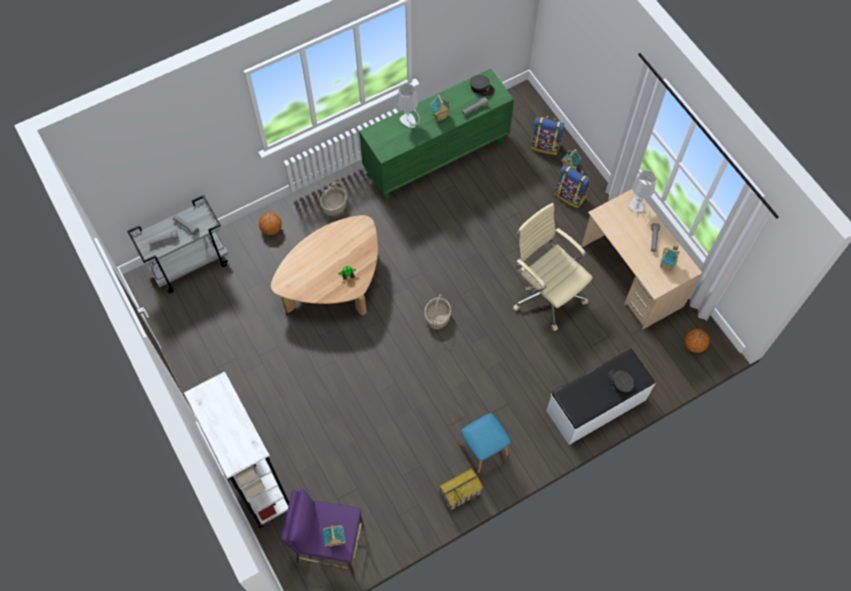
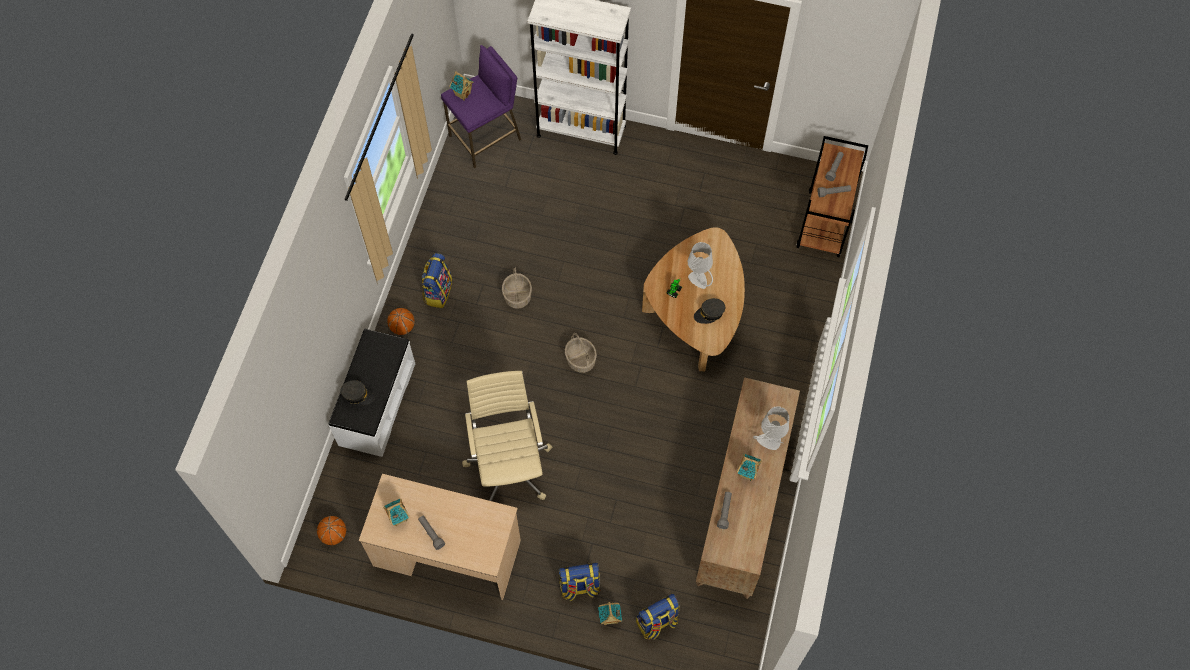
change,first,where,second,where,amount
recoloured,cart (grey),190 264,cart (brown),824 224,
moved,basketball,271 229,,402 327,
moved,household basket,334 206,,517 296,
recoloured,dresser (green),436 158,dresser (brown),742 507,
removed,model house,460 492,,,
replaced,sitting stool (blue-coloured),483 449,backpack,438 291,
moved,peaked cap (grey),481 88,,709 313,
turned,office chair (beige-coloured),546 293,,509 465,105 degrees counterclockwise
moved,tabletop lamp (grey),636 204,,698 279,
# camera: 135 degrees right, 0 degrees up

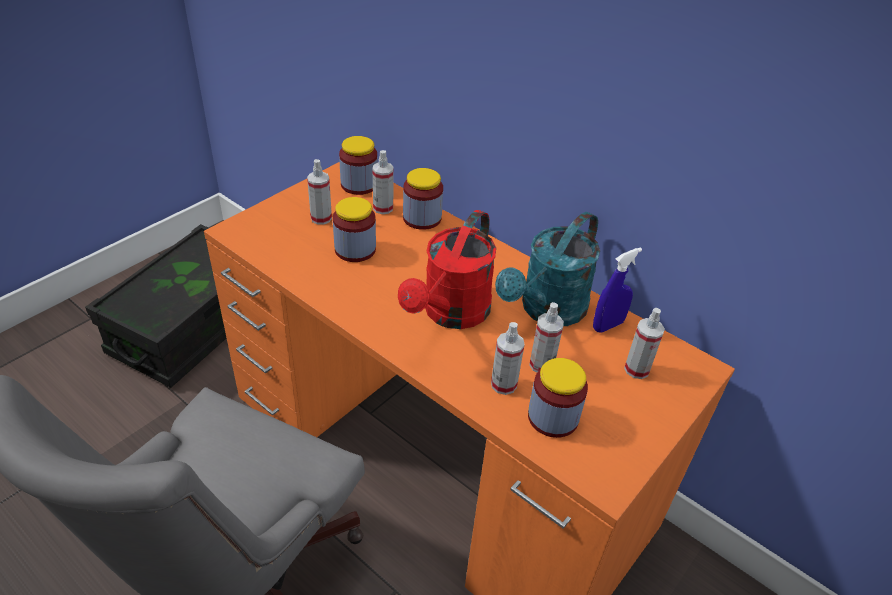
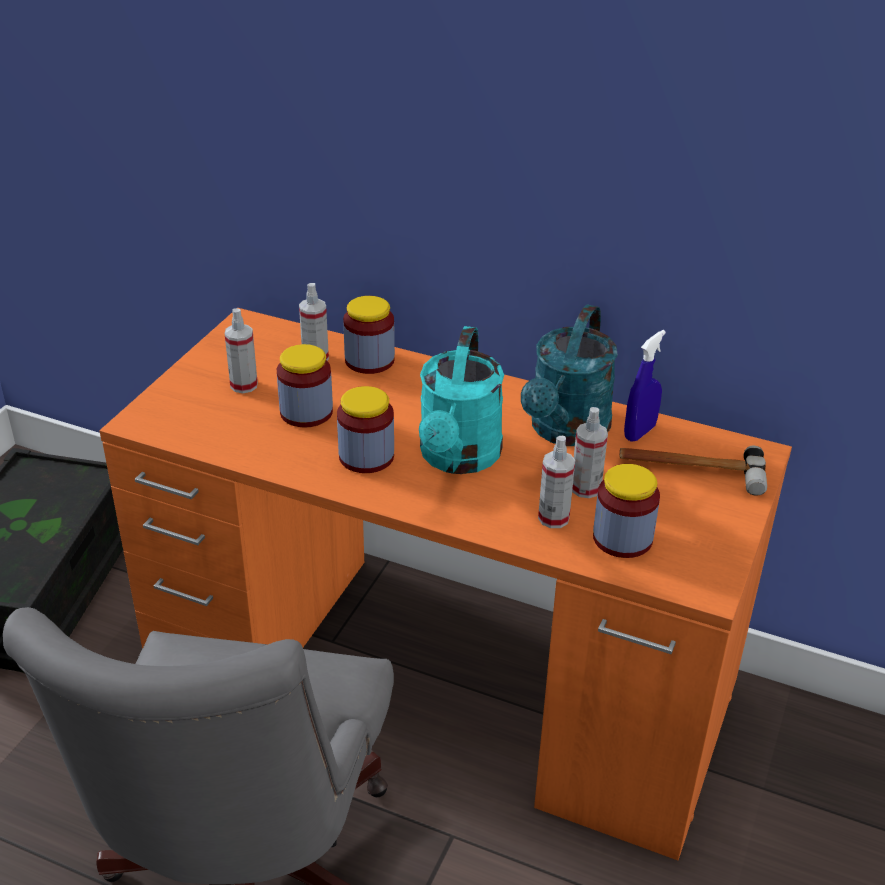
change,first,where,second,where,amount
moved,jar,359 184,,366 456,
recoloured,watering pot (red),451 314,watering pot (blue-green),458 458,
replaced,sprayer,637 369,hammer,690 470,
# camera: 15 degrees left, 5 degrees down

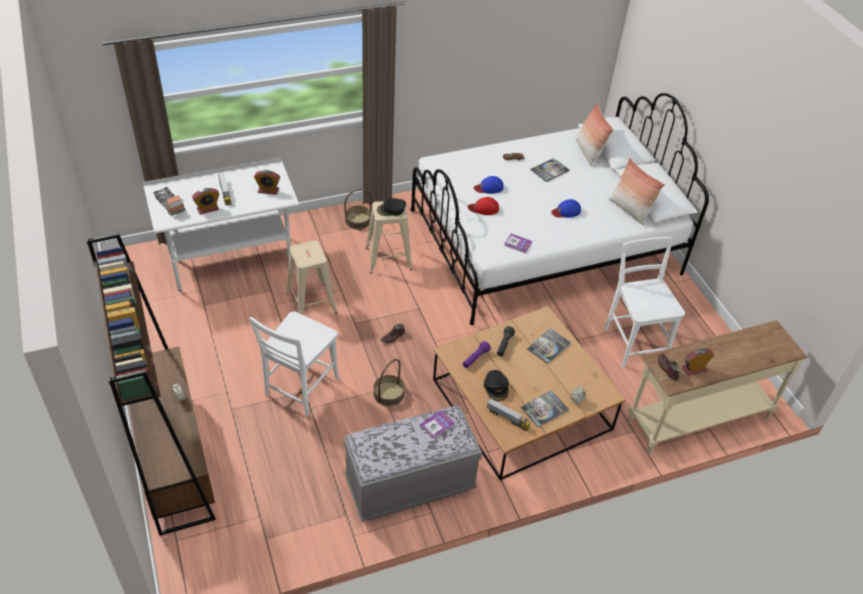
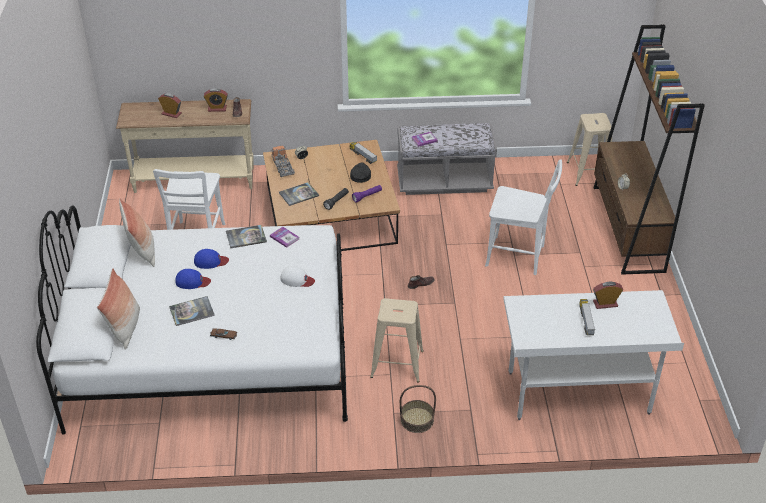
change,first,where,second,where,amount
moved,model truck,170 204,,283 167,
turned,plain chair (whitish),299 390,,518 256,60 degrees clockwise
moved,bedside clock,268 190,,171 114,
moved,sitting stool (beige-coloured),311 303,,588 172,
removed,household basket,389 394,,,
removed,peaked cap (black),391 209,,,
recoloured,peaked cap (red),483 208,peaked cap (whitish),297 279,
moved,peaked cap (blue-coloured),489 187,,192 281,
moved,volume,544 409,,246 237,
# camera: 160 degrees left, 5 degrees down

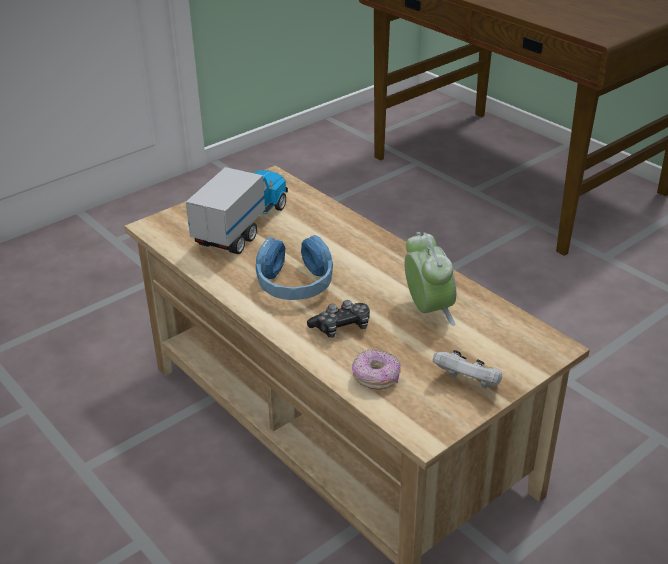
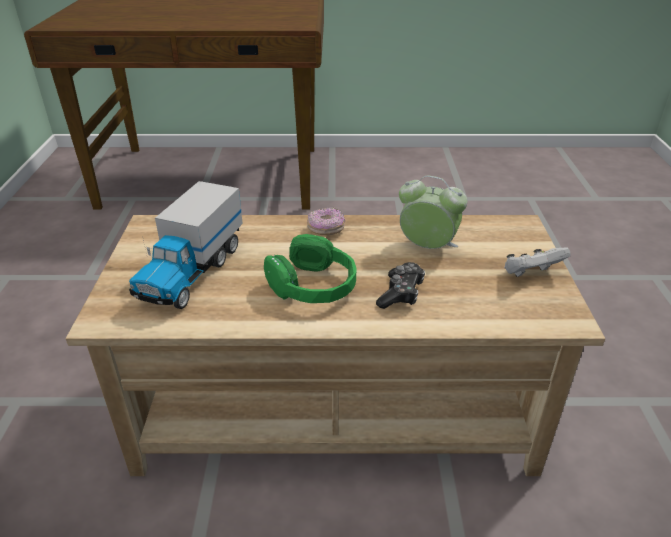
change,first,where,second,where,amount
turned,model truck,243 226,,192 272,135 degrees counterclockwise
recoloured,pair of headphones (blue-coloured),295 283,pair of headphones (green),313 286,
moved,donut,376 378,,326 229,
# camera: 50 degrees left, 0 degrees up

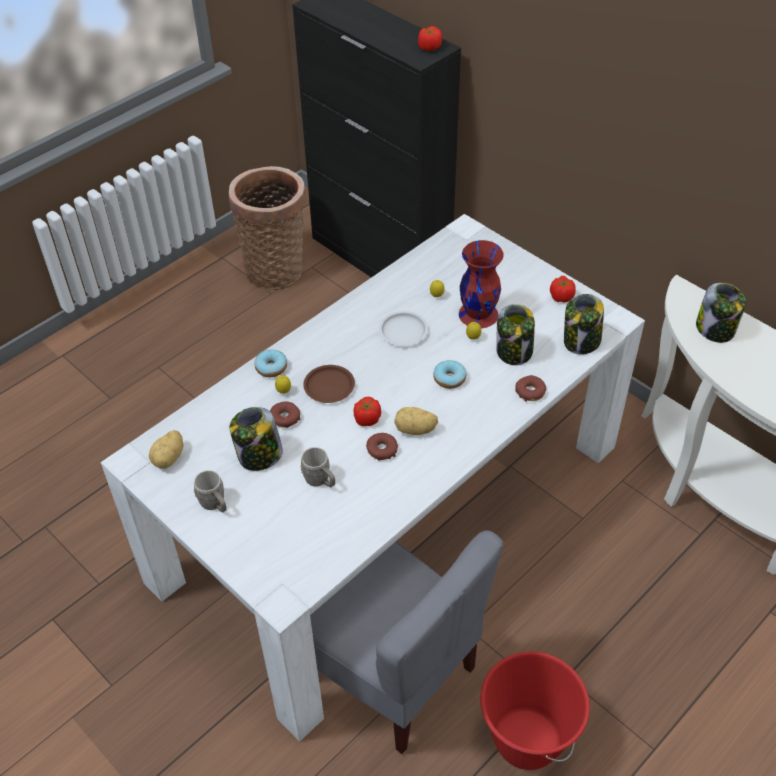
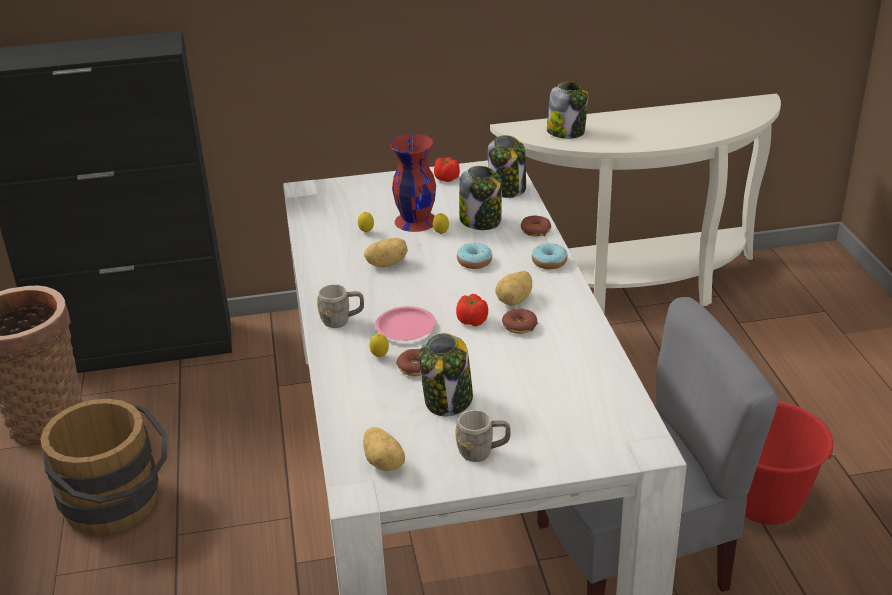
change,first,where,second,where,amount
moved,donut,271 368,,549 262,
moved,coffee mug (grey),320 481,,342 320,
recoloured,dinner plate (brown),329 386,dinner plate (pinkish),406 327,
replaced,dinner plate (whitish),403 331,potato,387 263,
removed,fresh tomato,429 47,,,
added,,,pail (brown),117 507,
# camera: 55 degrees left, 15 degrees down

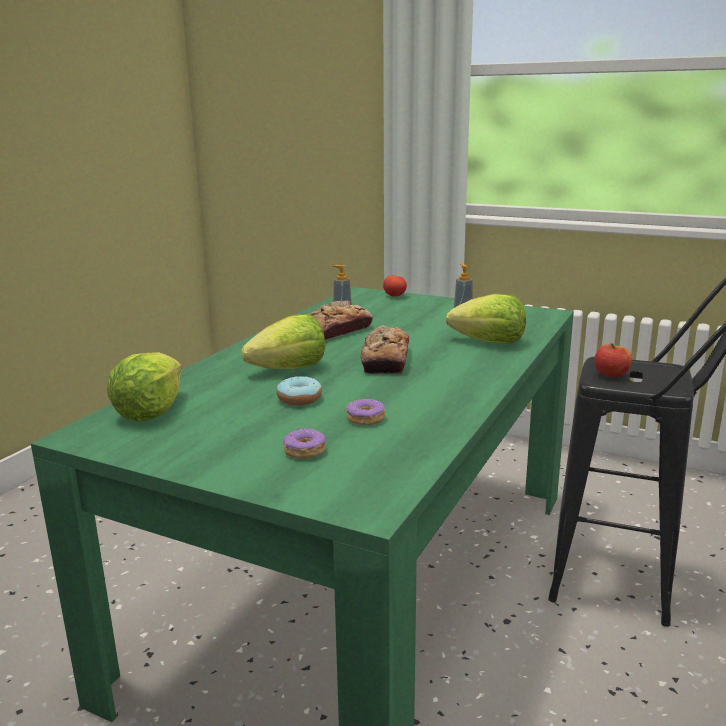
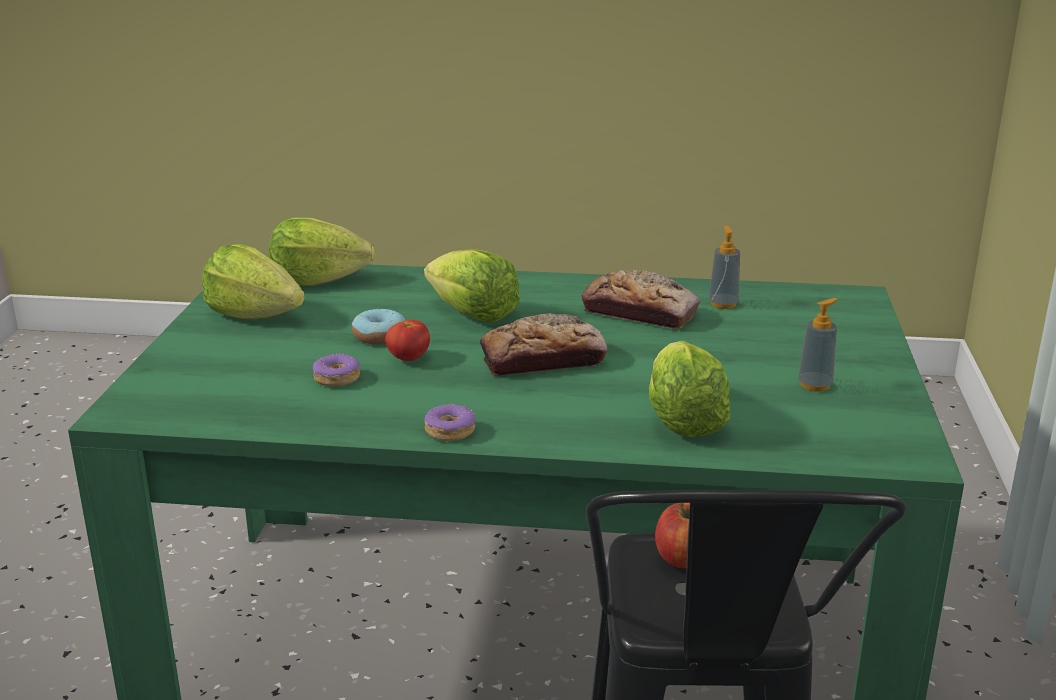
change,first,where,second,where,amount
moved,donut,304 451,,449 431,
moved,fresh tomato,394 296,,408 359,
added,,,head of lettuce,254 315,
# camera: 70 degrees right, 5 degrees up

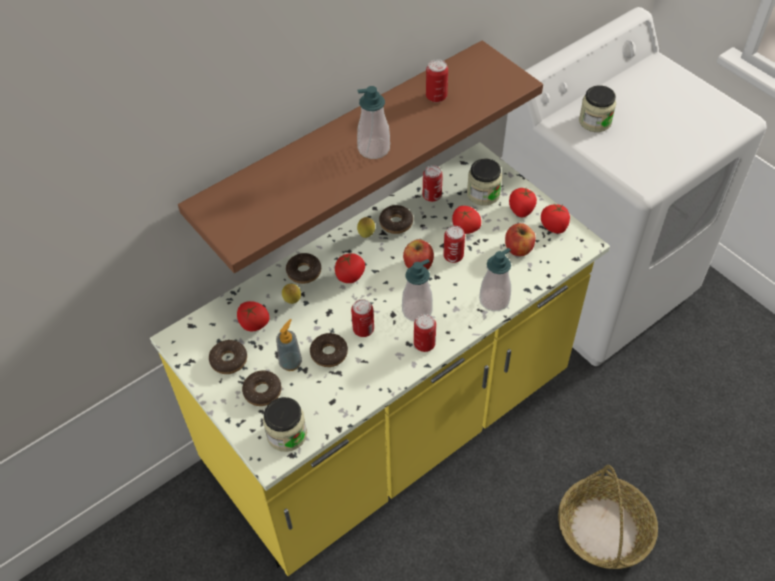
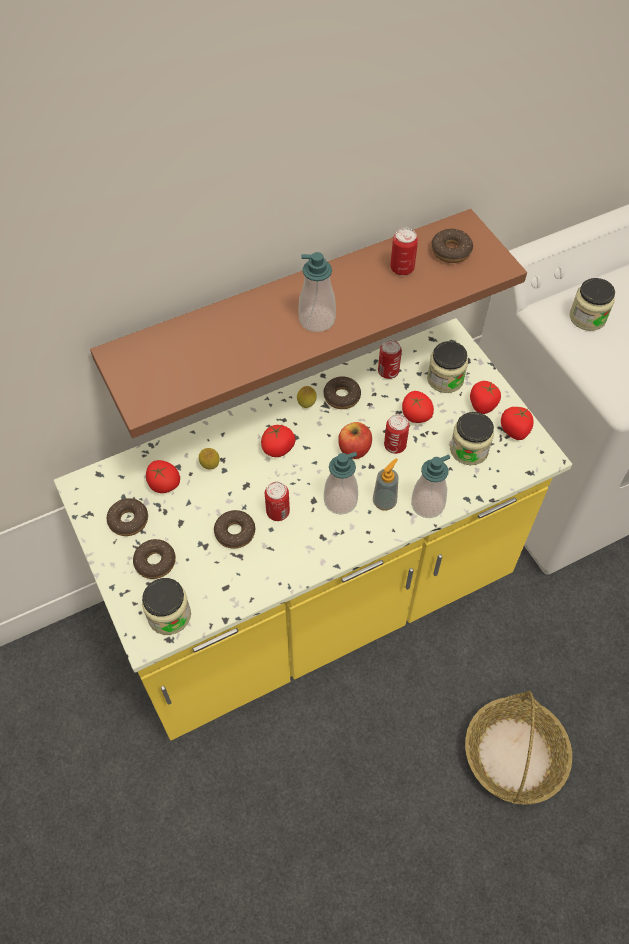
change,first,where,second,where,amount
moved,soap dispenser,290 363,,384 501,
moved,donut,304 272,,451 251,
removed,metal can,424 344,,,
replaced,apple fruit,518 249,jar,469 449,
# camera: 10 degrees right, 5 degrees up

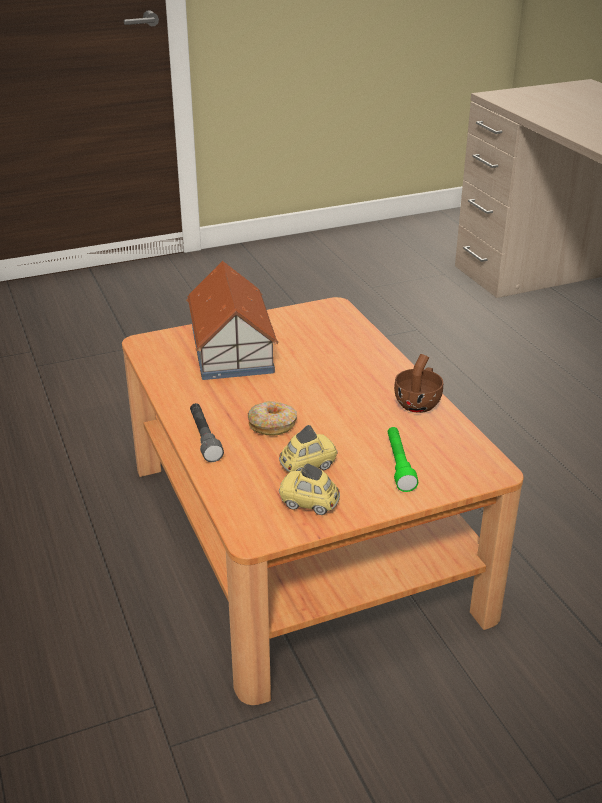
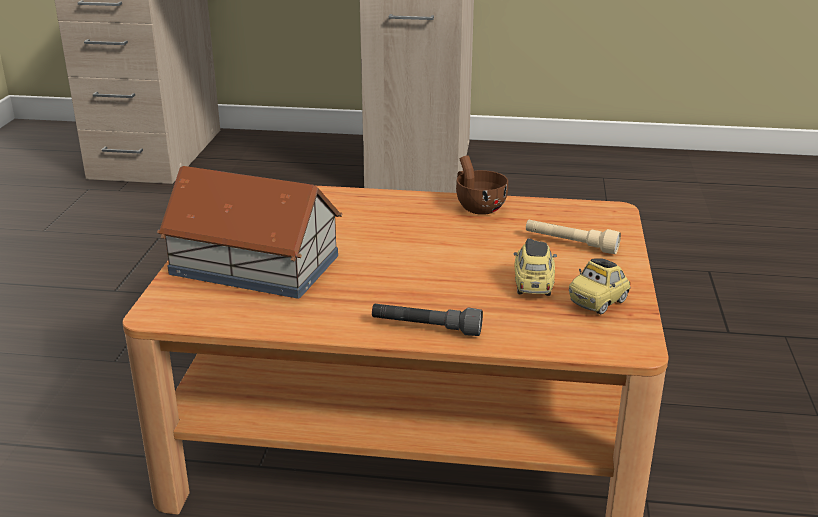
change,first,where,second,where,amount
removed,donut,272 425,,,
recoloured,flashlight (green),399 465,flashlight (beige-coloured),570 244,
# camera: 60 degrees left, 5 degrees down

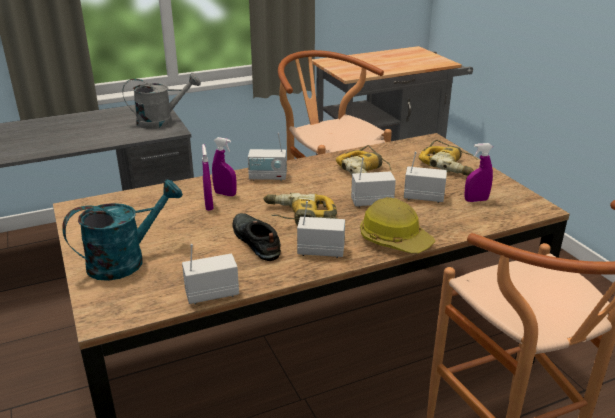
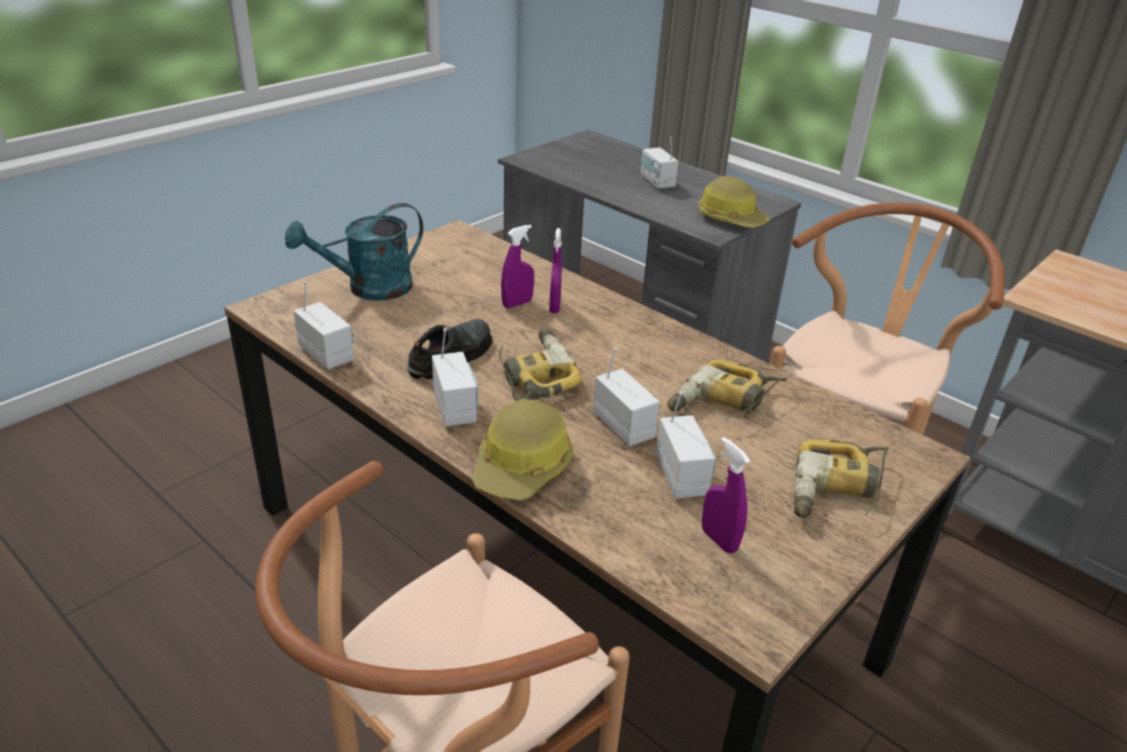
change,first,where,second,where,amount
turned,watering pot (blue-green),126 260,,369 289,120 degrees clockwise
replaced,watering pot (grey),162 121,hard hat,731 218,
moved,radio receiver,268 177,,657 182,
# camera: 65 degrees right, 5 degrees up

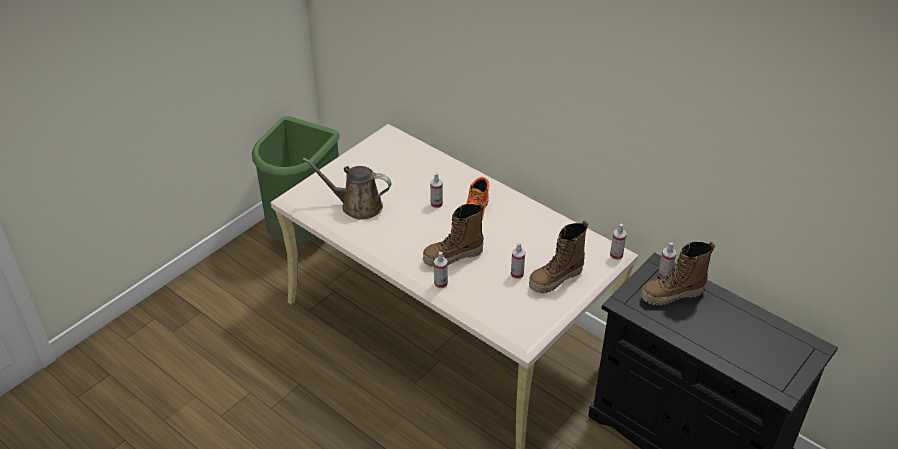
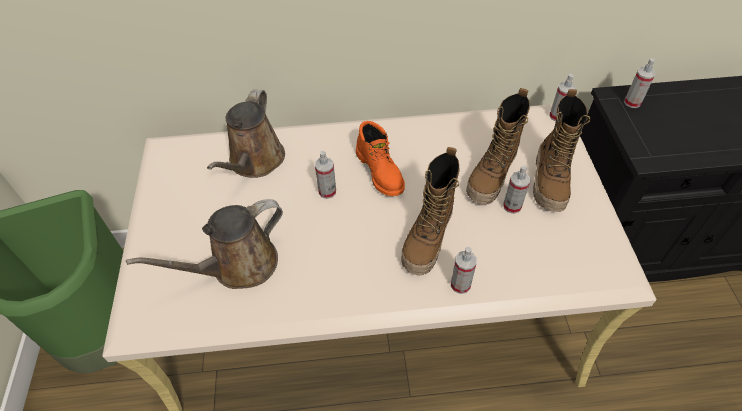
change,first,where,second,where,amount
moved,boot,672 295,,491 177,
added,,,watering pot (brown),255 162,
# camera: 45 degrees left, 10 degrees up

